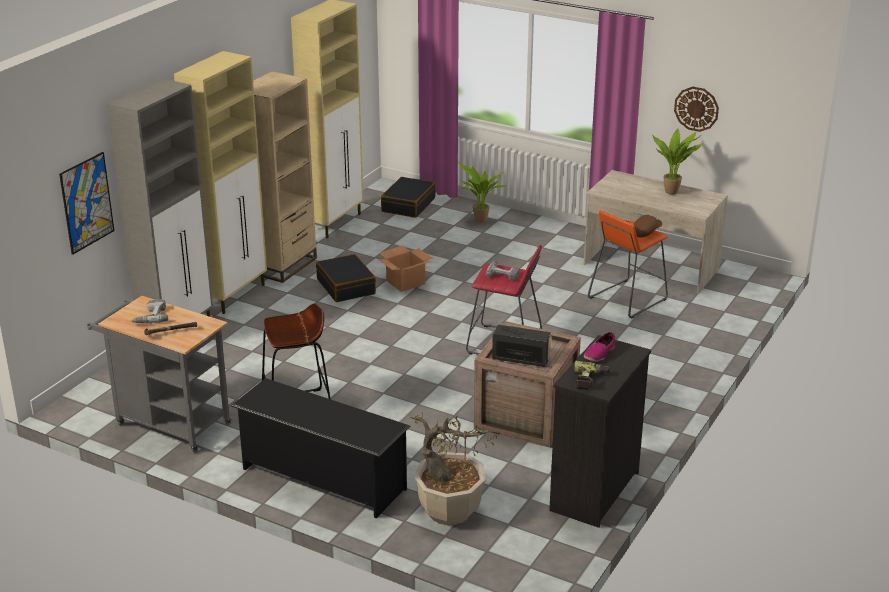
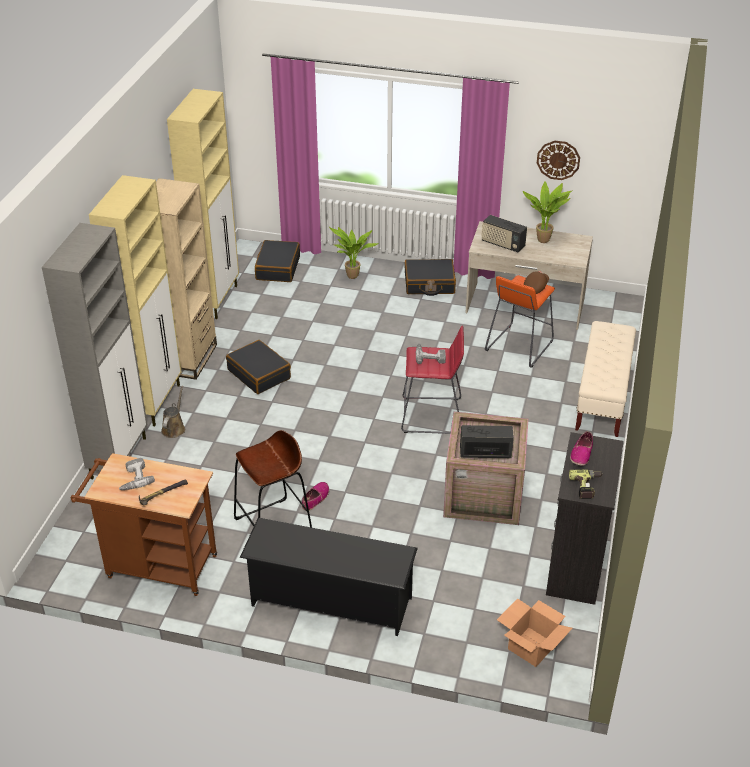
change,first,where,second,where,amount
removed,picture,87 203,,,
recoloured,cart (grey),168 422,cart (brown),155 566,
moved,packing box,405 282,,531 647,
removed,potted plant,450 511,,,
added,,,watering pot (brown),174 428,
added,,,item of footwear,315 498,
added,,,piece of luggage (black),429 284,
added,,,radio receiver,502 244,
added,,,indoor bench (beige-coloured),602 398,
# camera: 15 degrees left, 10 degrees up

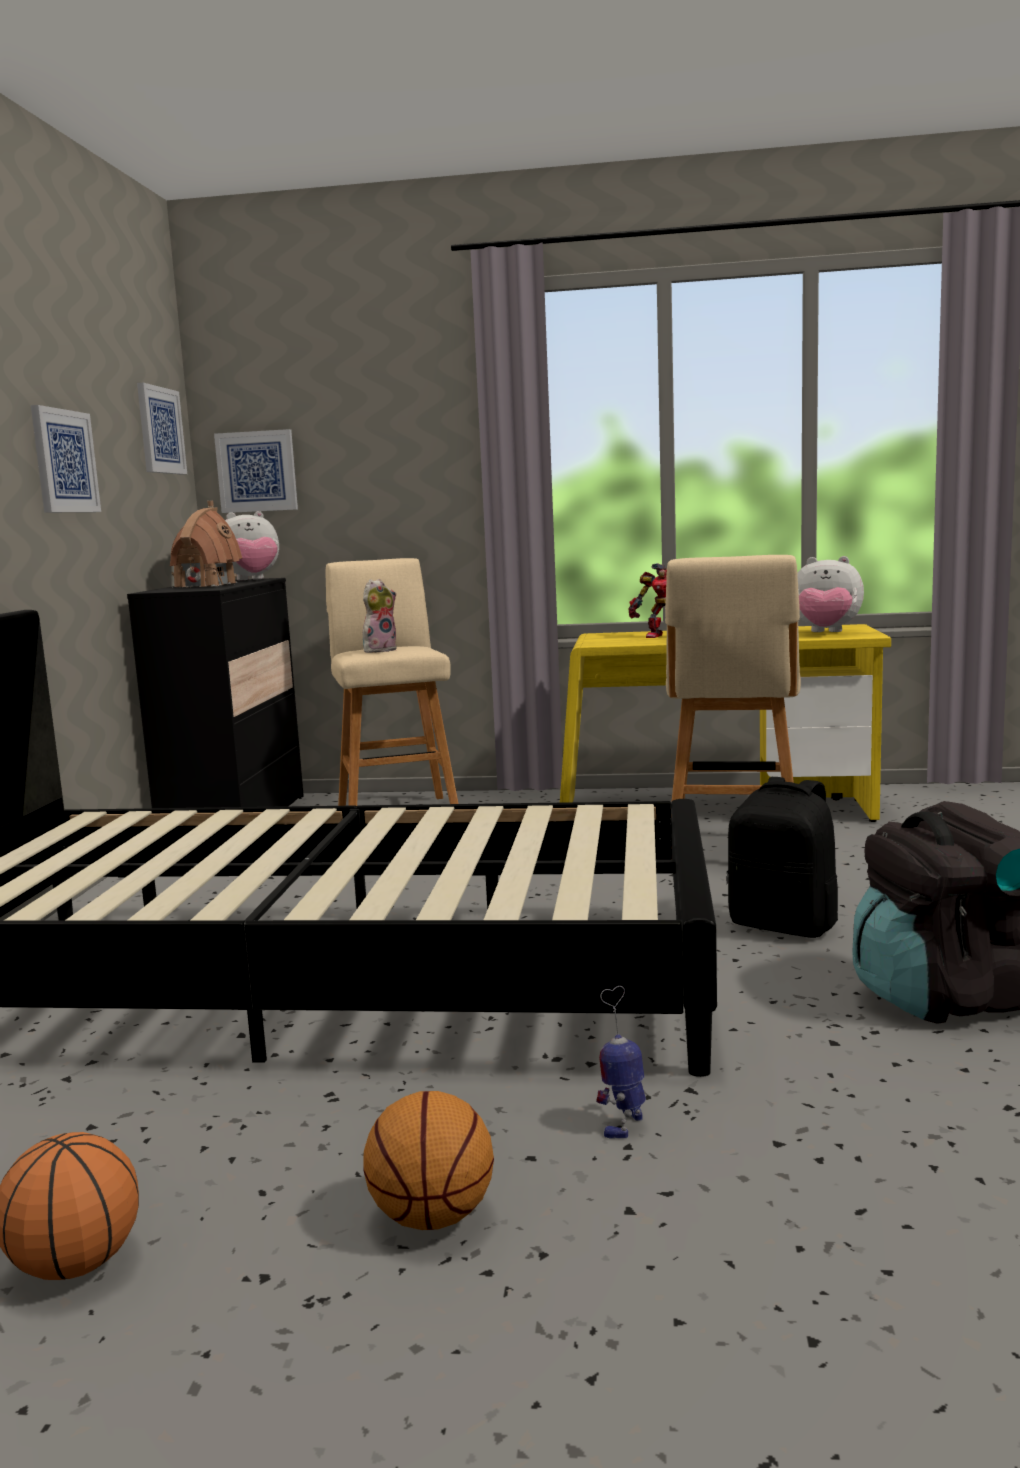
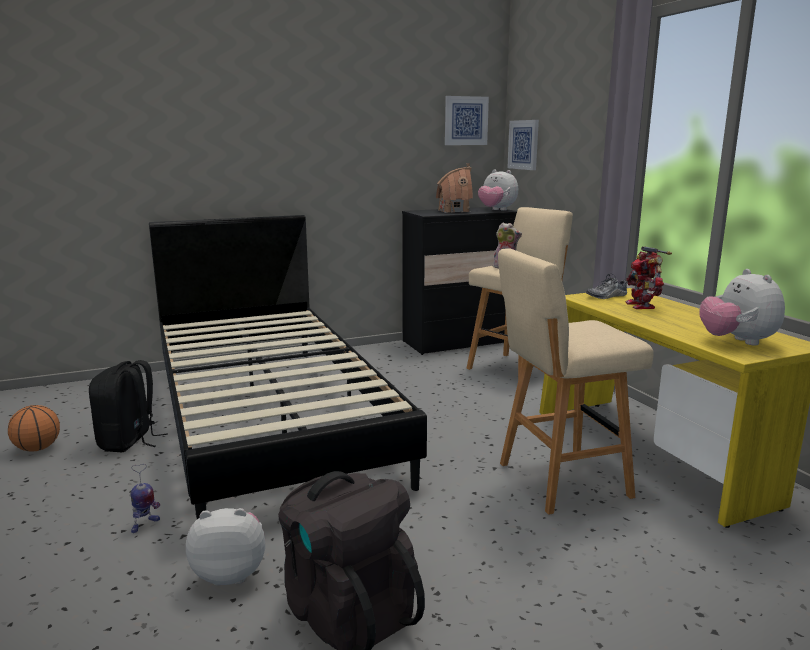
change,first,where,second,where,amount
removed,picture,64 461,,,
removed,basketball,433 1217,,,
turned,robot figure,625 1123,,144 525,120 degrees clockwise
moved,backpack (black),784 925,,129 441,
added,,,cuddly toy,230 573,
added,,,item of footwear,606 296,
# camera: 60 degrees right, 5 degrees up

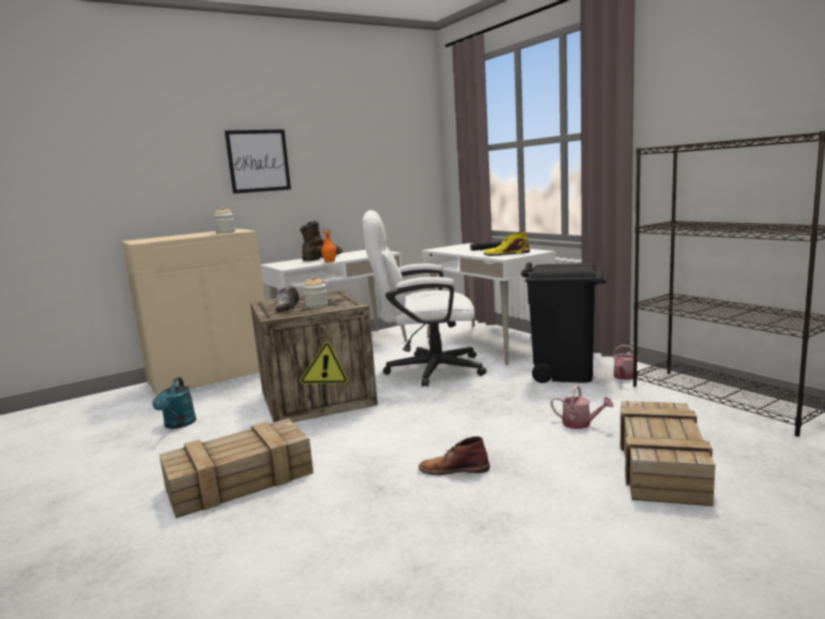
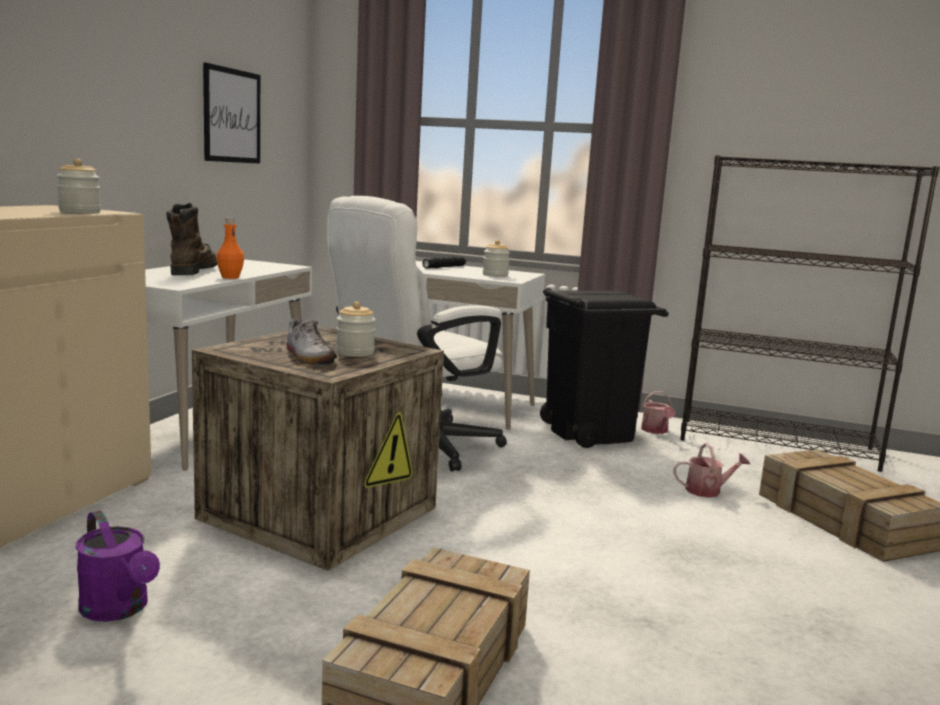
change,first,where,second,where,amount
recoloured,watering pot (blue-green),178 425,watering pot (purple-coloured),119 609,
moved,picture,258 161,,232 116,
removed,boot (brown),453 469,,,
replaced,boot (yellow-coloured),506 254,jar,495 275,
# camera: 40 degrees left, 0 degrees up

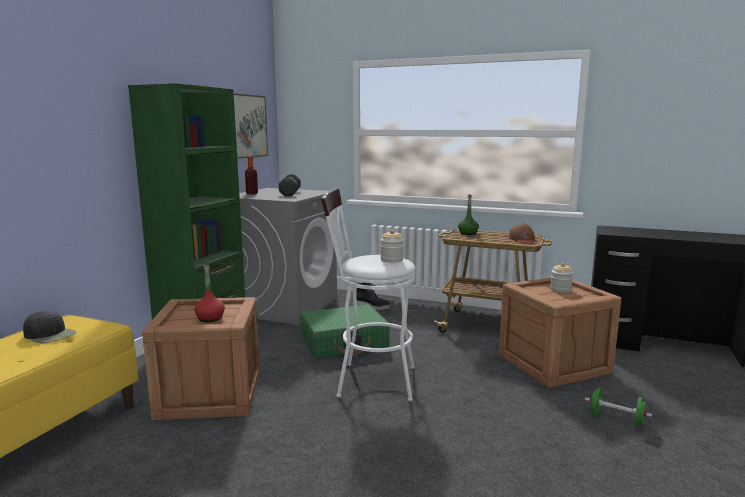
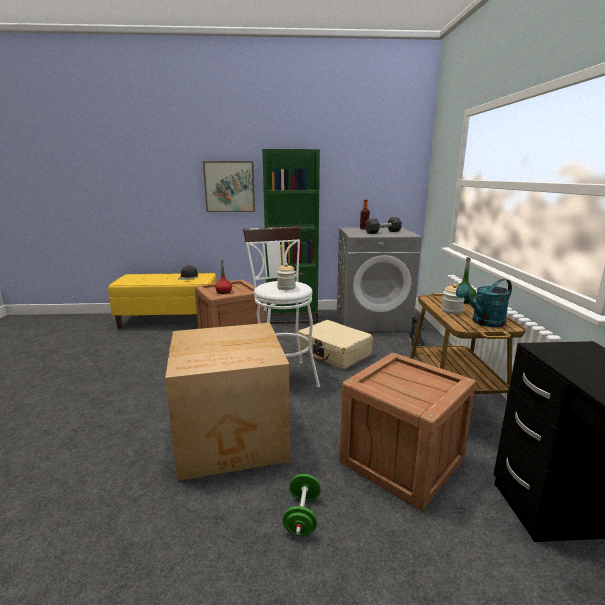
change,first,where,second,where,amount
moved,picture,245 126,,229 187,
recoloured,piece of luggage (green),344 343,piece of luggage (beige-coloured),334 353,
replaced,peaked cap (brown),522 239,watering pot (blue-green),484 322,
moved,jar,560 289,,451 311,
added,,,packing box,233 437,
# camera: 65 degrees right, 5 degrees up

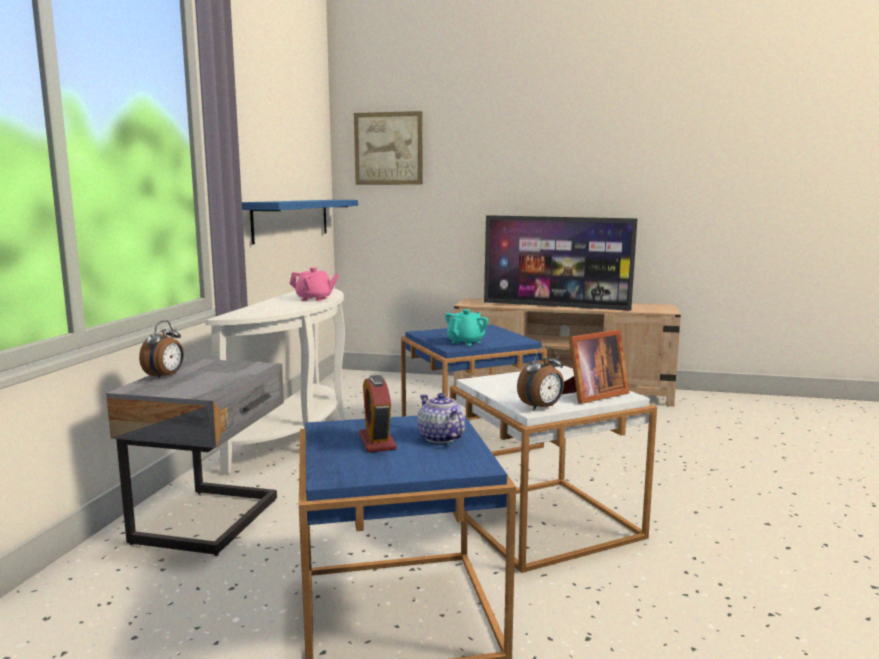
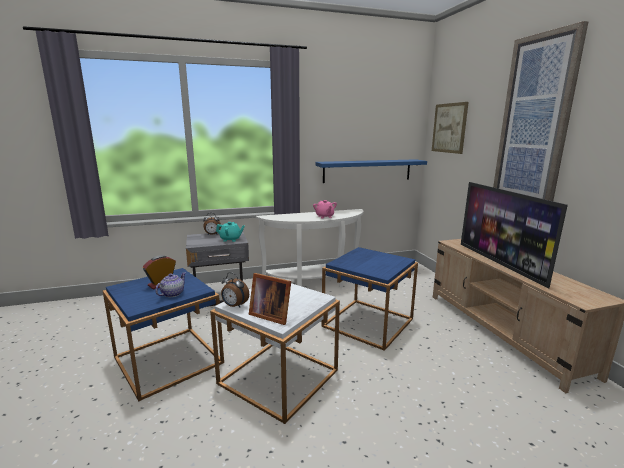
change,first,where,second,where,amount
moved,pot for tea (blue-green),466 342,,230 239,
added,,,picture,535 122,
# camera: 60 degrees right, 5 degrees up

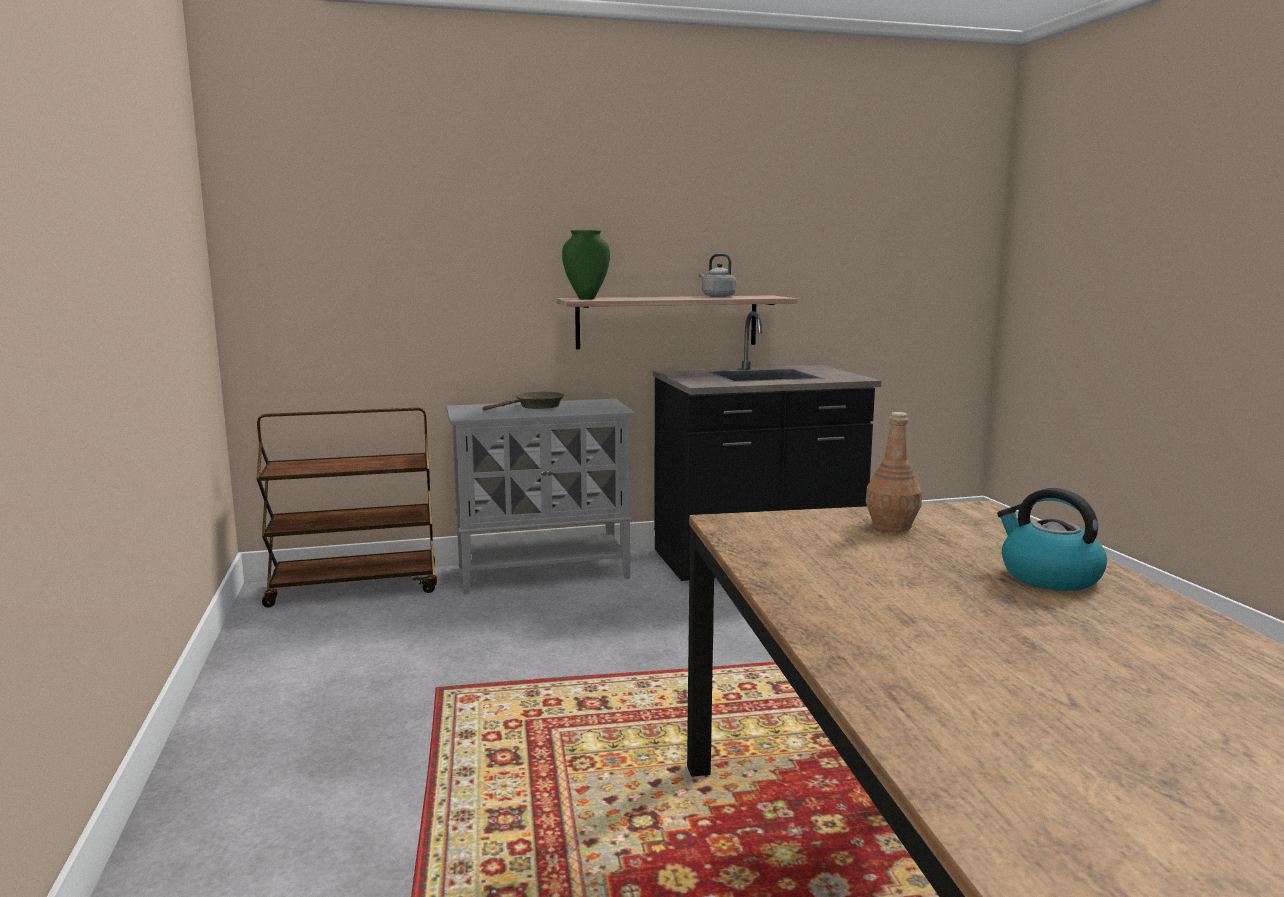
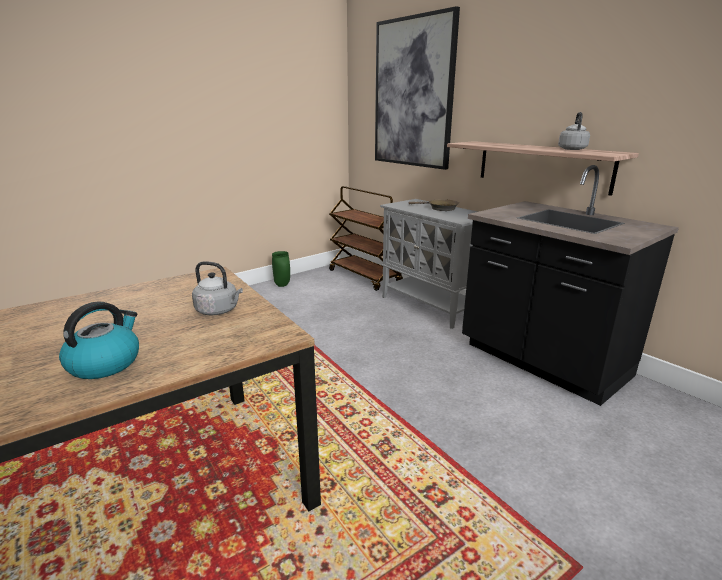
change,first,where,second,where,amount
moved,vase (green),586 299,,282 285,
replaced,drink bottle (brown),891 526,kettle (grey),219 311,
added,,,picture,413 94,
# camera: 65 degrees right, 10 degrees up

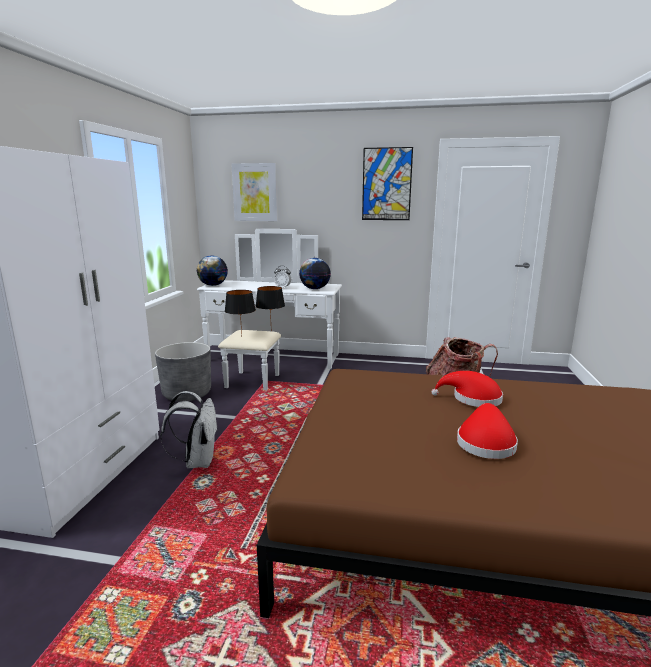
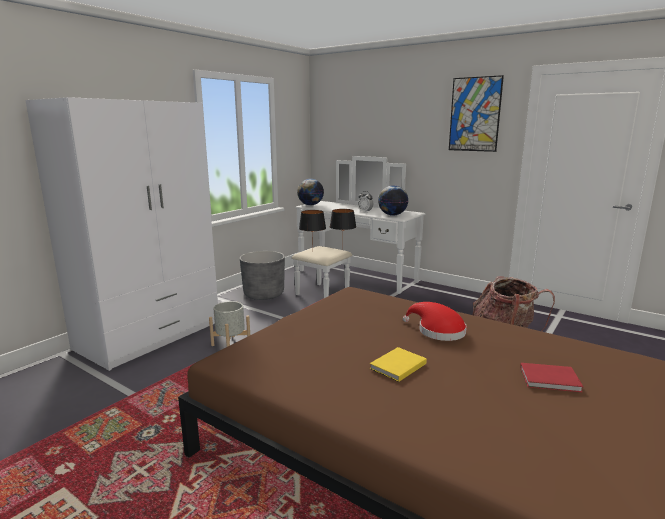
change,first,where,second,where,amount
replaced,backpack (whitish),197 461,plant pot (grey),230 344,
removed,picture,255 192,,,
replaced,hat (red),485 442,volume (yellow-coloured),396 366,
added,,,volume (red),551 380,
# camera: 25 degrees right, 0 degrees up

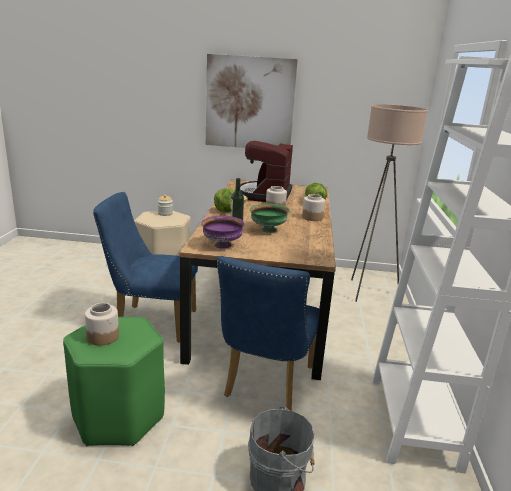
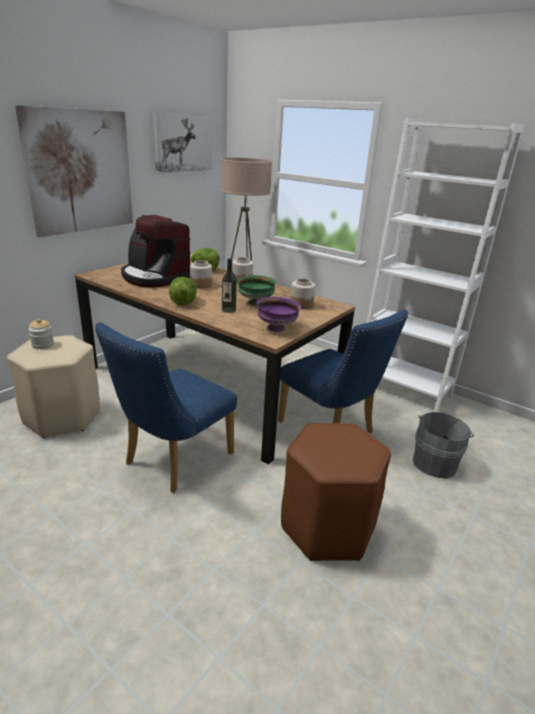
change,first,where,second,where,amount
recoloured,sitting stool (green),118 417,sitting stool (brown),328 527,
moved,jar,103 337,,301 305,
added,,,picture,183 143,
# camera: 60 degrees left, 5 degrees up

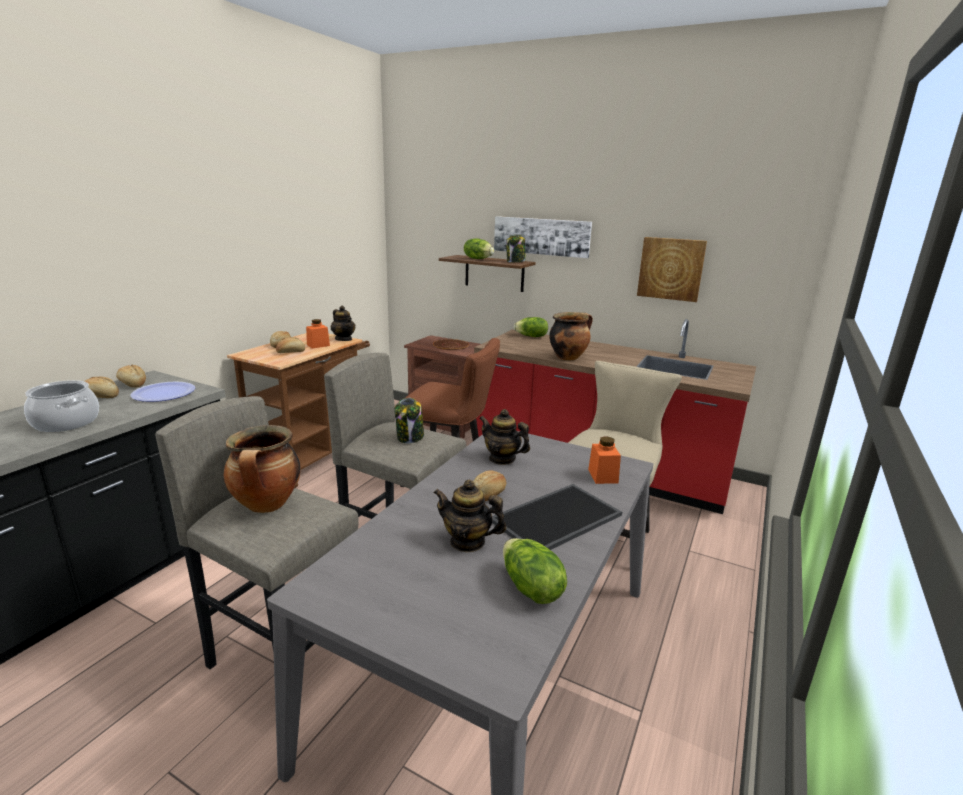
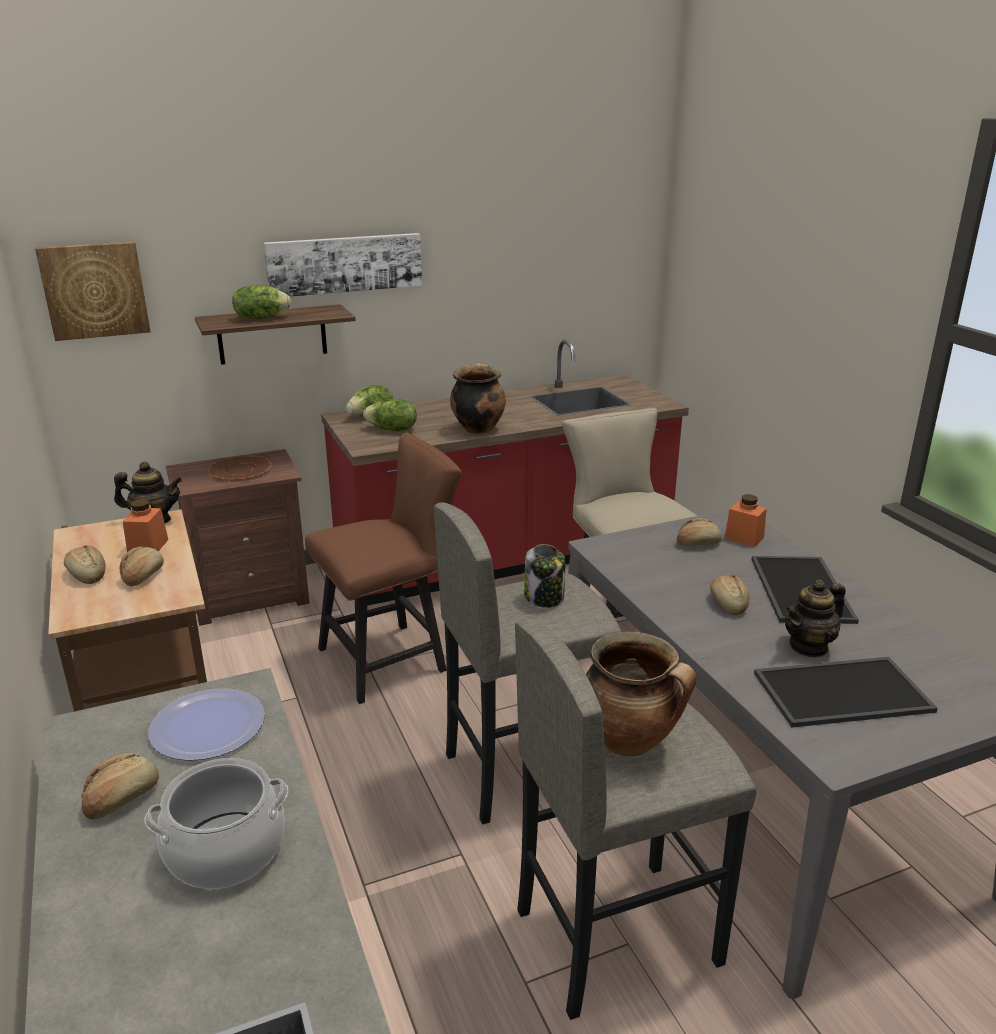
change,first,where,second,where,amount
moved,bakery bread,132 384,,697 543,
removed,pot for tea,502 459,,,
moved,head of lettuce,530 588,,392 429,
removed,jar,515 262,,,
moved,picture,671 269,,94 290,
added,,,tray,842 690,
# camera: 50 degrees left, 5 degrees up

